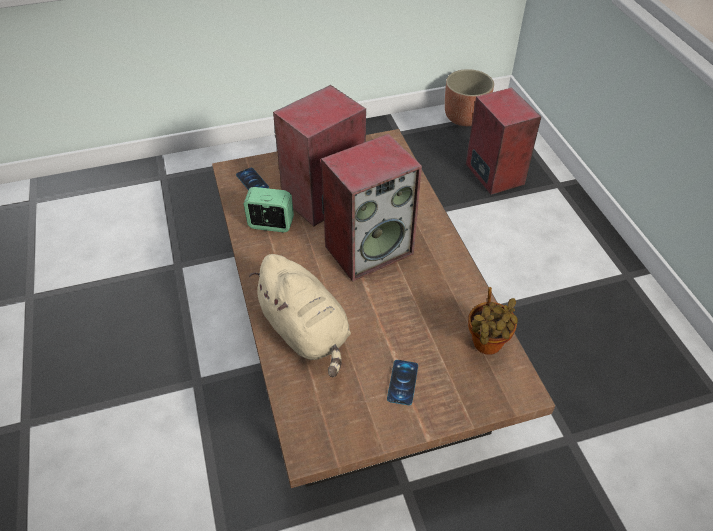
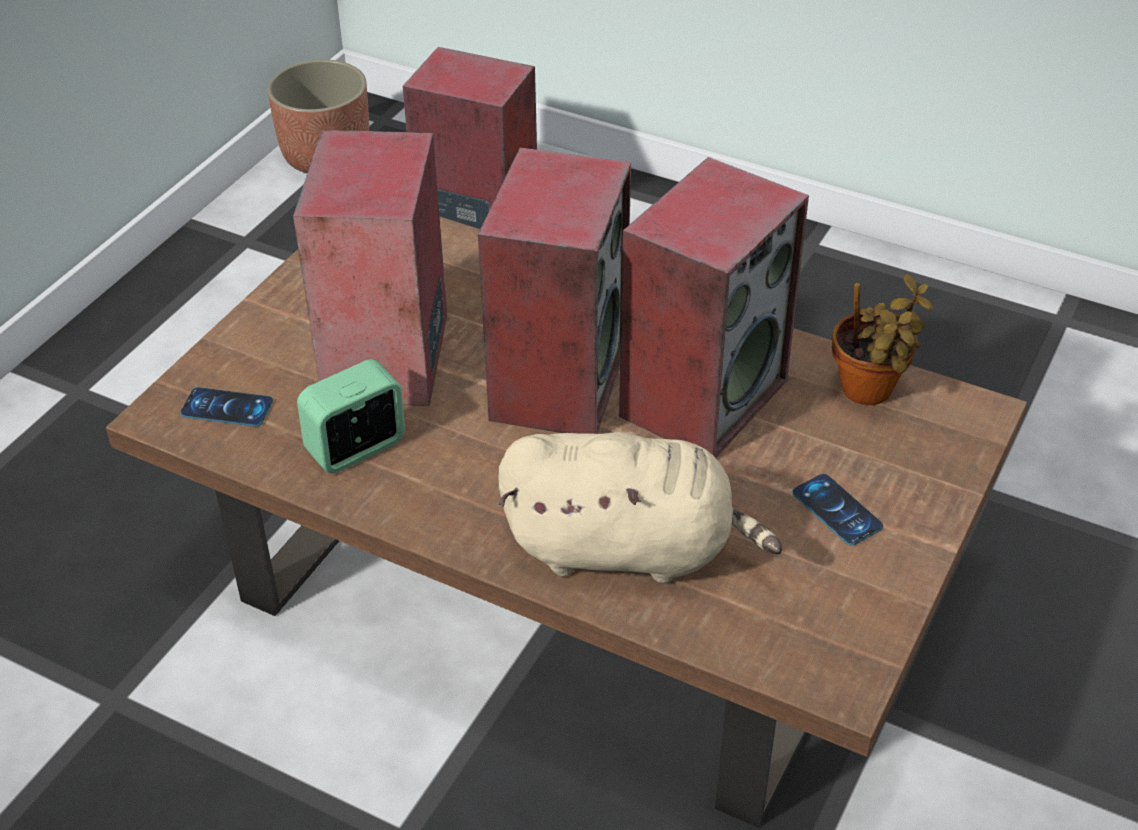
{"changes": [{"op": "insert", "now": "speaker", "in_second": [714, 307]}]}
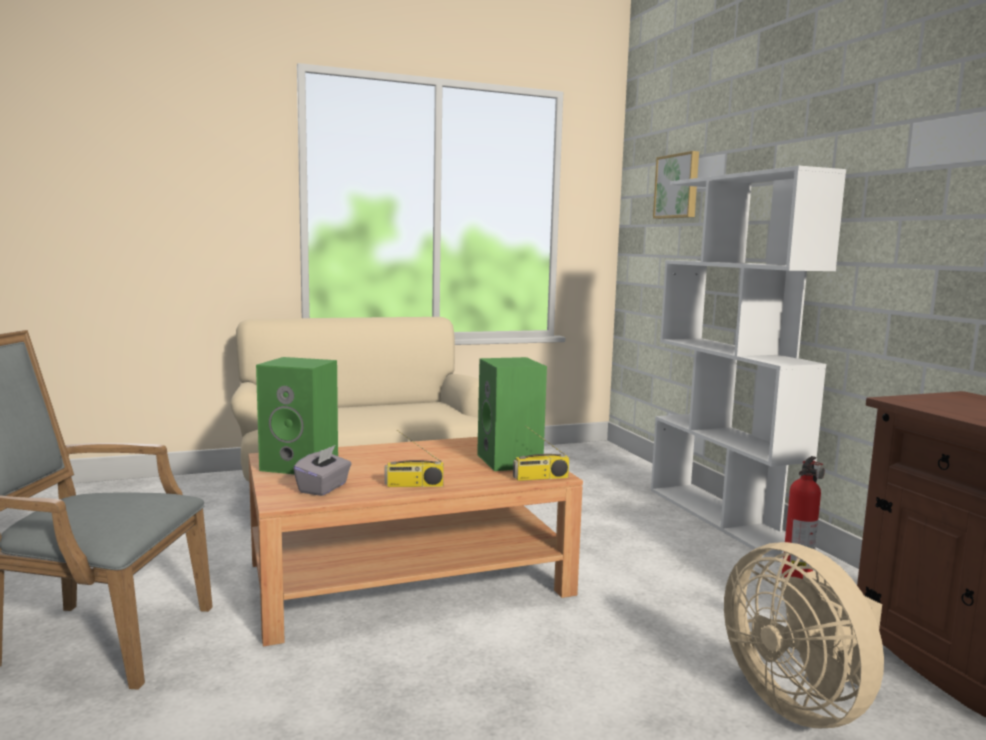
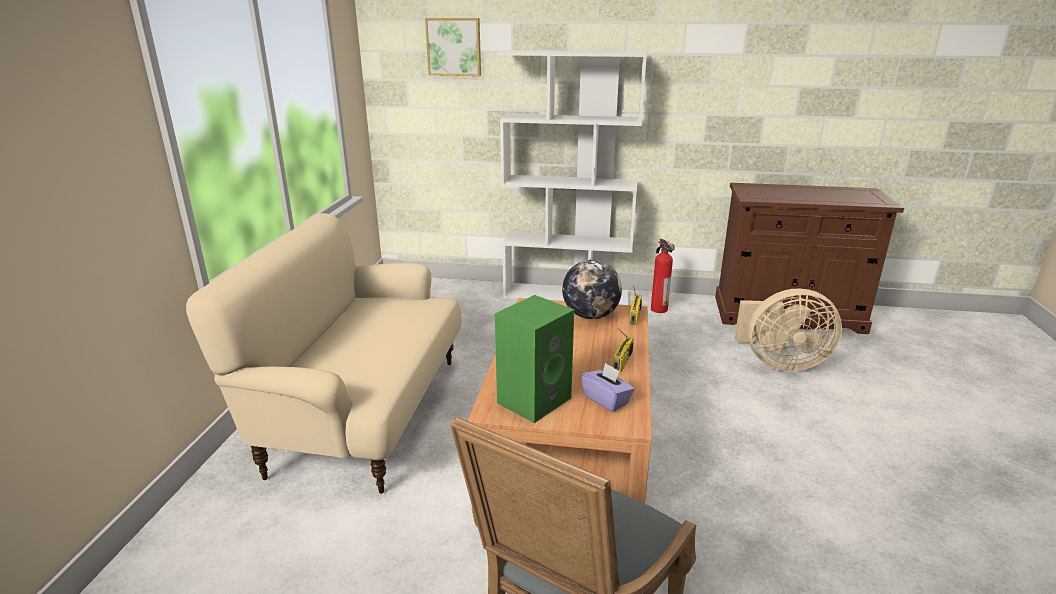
{"changes": [{"op": "replace", "was": "speaker (green)", "now": "globe", "in_first": [512, 414], "in_second": [592, 289]}, {"op": "recolor", "was": "tissue box (grey)", "now": "tissue box (purple)", "in_first": [322, 470], "in_second": [608, 387]}]}
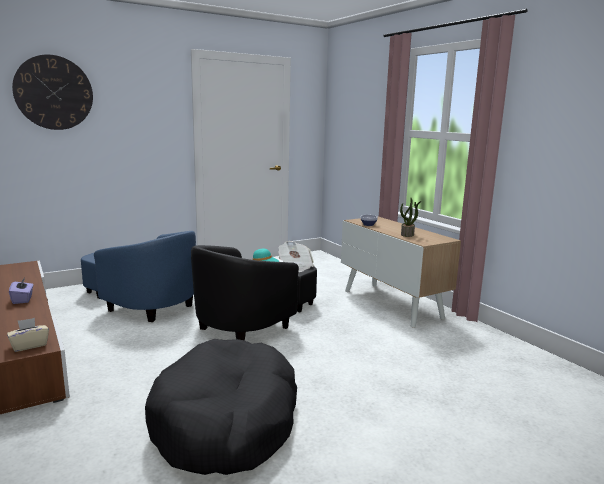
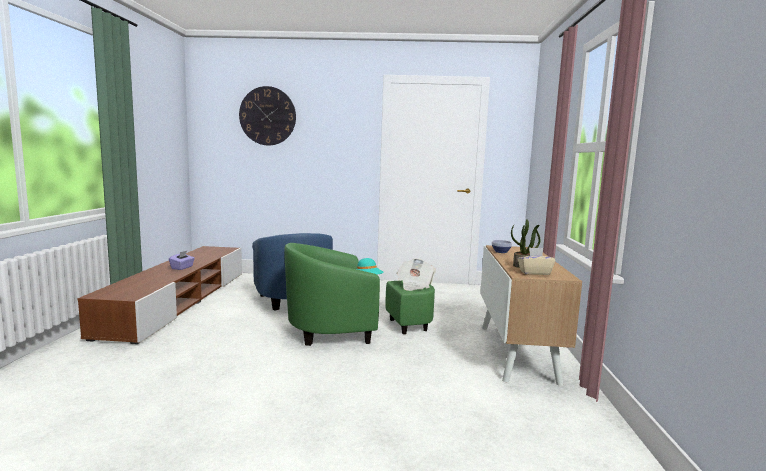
{"changes": [{"op": "delete", "was": "dog bed (black)", "in_first": [221, 407]}, {"op": "move", "was": "tissue box (beige)", "in_first": [28, 335], "in_second": [537, 261]}, {"op": "recolor", "was": "armchair (black)", "now": "armchair (green)", "in_first": [254, 292], "in_second": [359, 294]}]}
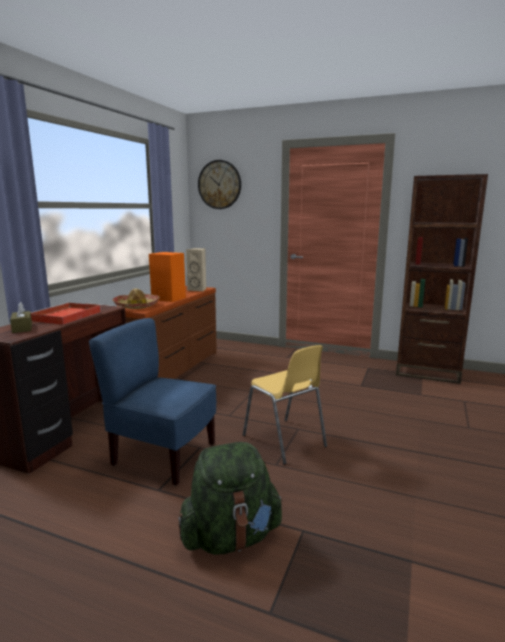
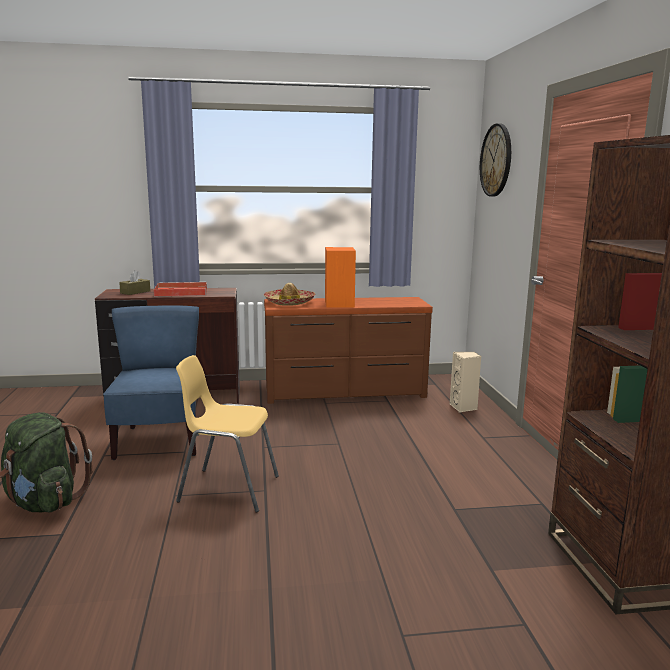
{"changes": [{"op": "move", "was": "speaker (beige)", "in_first": [196, 269], "in_second": [465, 382]}, {"op": "rotate", "was": "chair (yellow)", "in_first": [285, 405], "in_second": [227, 434], "clockwise": 75}]}
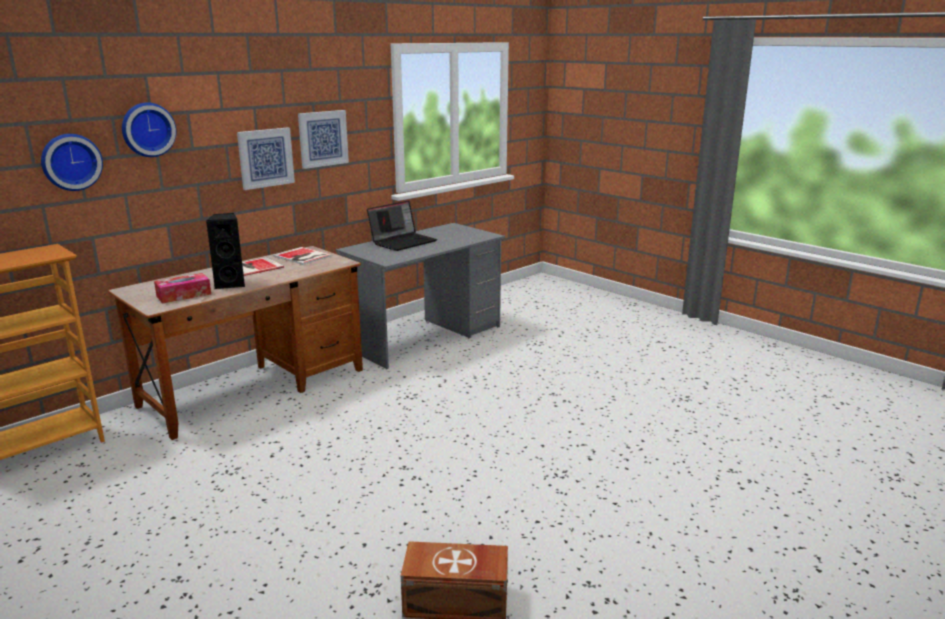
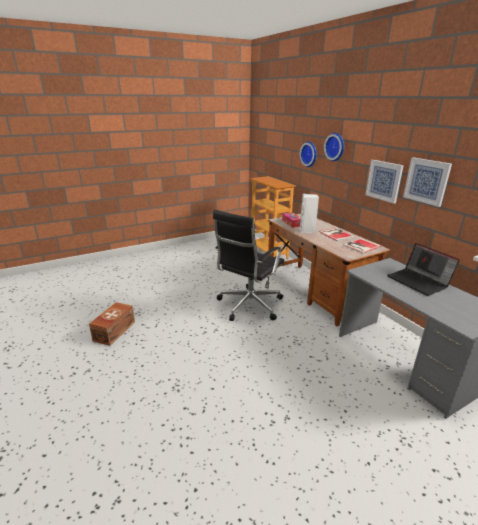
{"changes": [{"op": "insert", "now": "office chair (black)", "in_second": [248, 265]}, {"op": "recolor", "was": "speaker (black)", "now": "speaker (white)", "in_first": [225, 251], "in_second": [309, 213]}]}
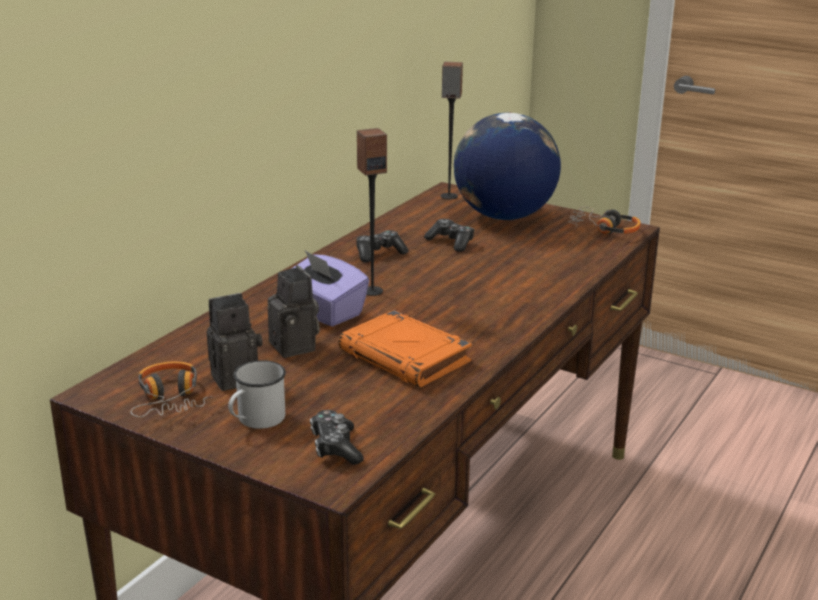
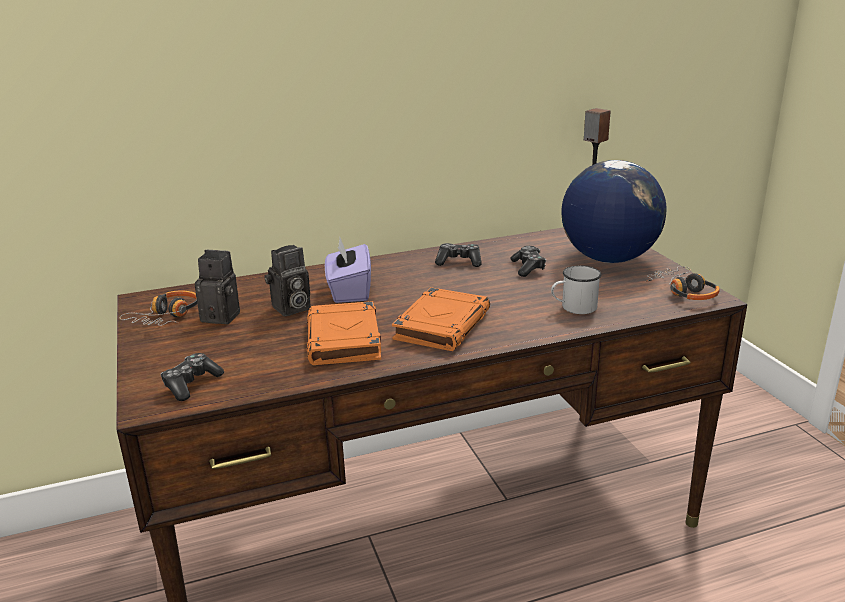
{"changes": [{"op": "delete", "was": "speaker", "in_first": [372, 212]}, {"op": "insert", "now": "book (orange)", "in_second": [441, 319]}, {"op": "move", "was": "mug (white)", "in_first": [257, 394], "in_second": [576, 289]}, {"op": "rotate", "was": "photo camera", "in_first": [294, 311], "in_second": [287, 280], "clockwise": 45}]}
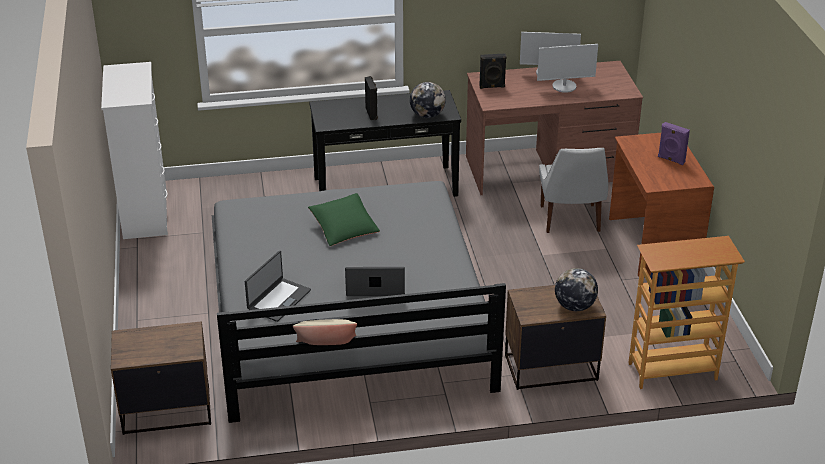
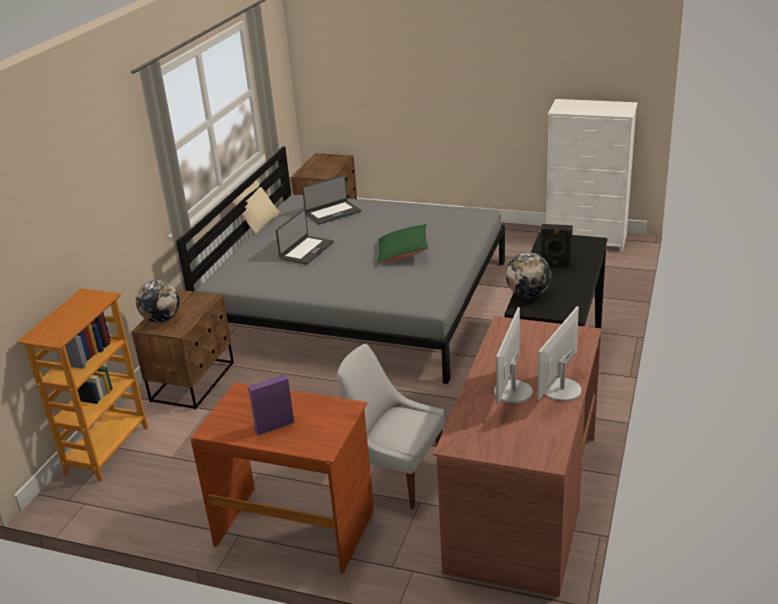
{"changes": [{"op": "delete", "was": "speaker (black)", "in_first": [493, 71]}, {"op": "rotate", "was": "laptop", "in_first": [278, 286], "in_second": [331, 200], "clockwise": -90}]}
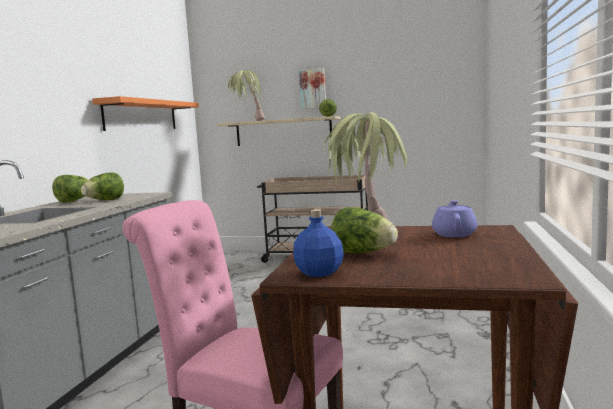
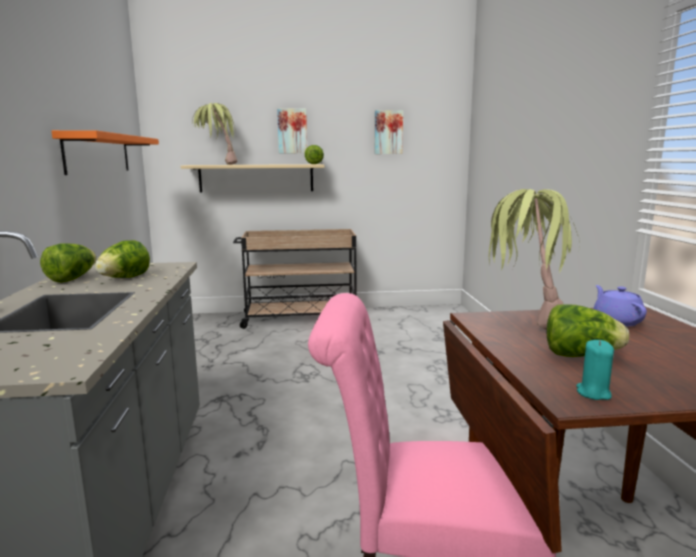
{"changes": [{"op": "insert", "now": "picture", "in_second": [389, 132]}, {"op": "replace", "was": "bottle (blue)", "now": "candle (turquoise)", "in_first": [318, 243], "in_second": [595, 370]}]}
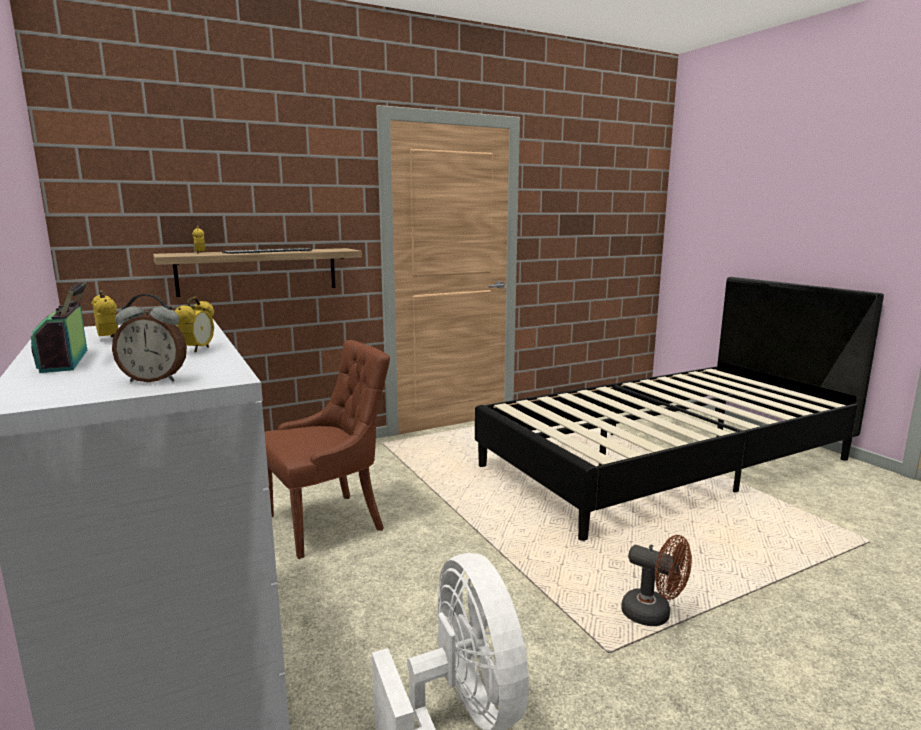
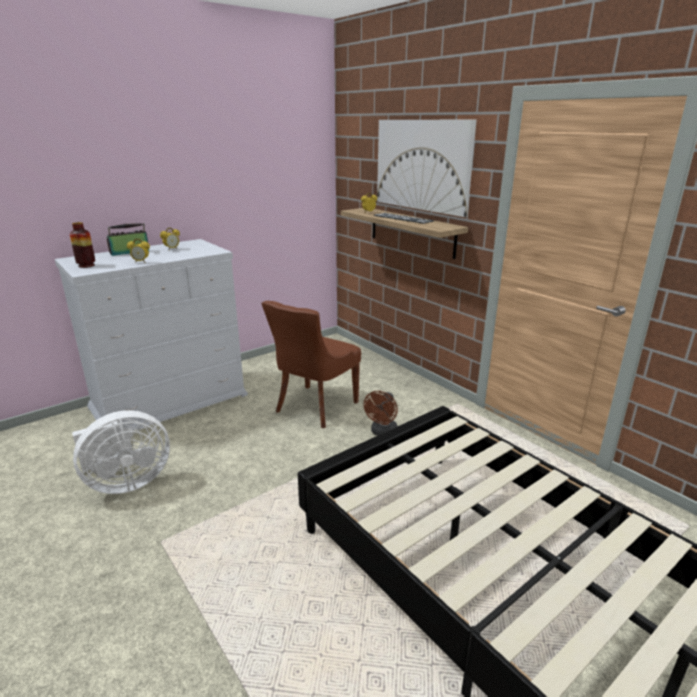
{"changes": [{"op": "insert", "now": "picture", "in_second": [427, 168]}, {"op": "move", "was": "fan (brown)", "in_first": [656, 580], "in_second": [380, 413]}, {"op": "replace", "was": "alarm clock", "now": "vase", "in_first": [149, 338], "in_second": [82, 245]}, {"op": "rotate", "was": "chair (brown)", "in_first": [327, 449], "in_second": [311, 364], "clockwise": 75}]}
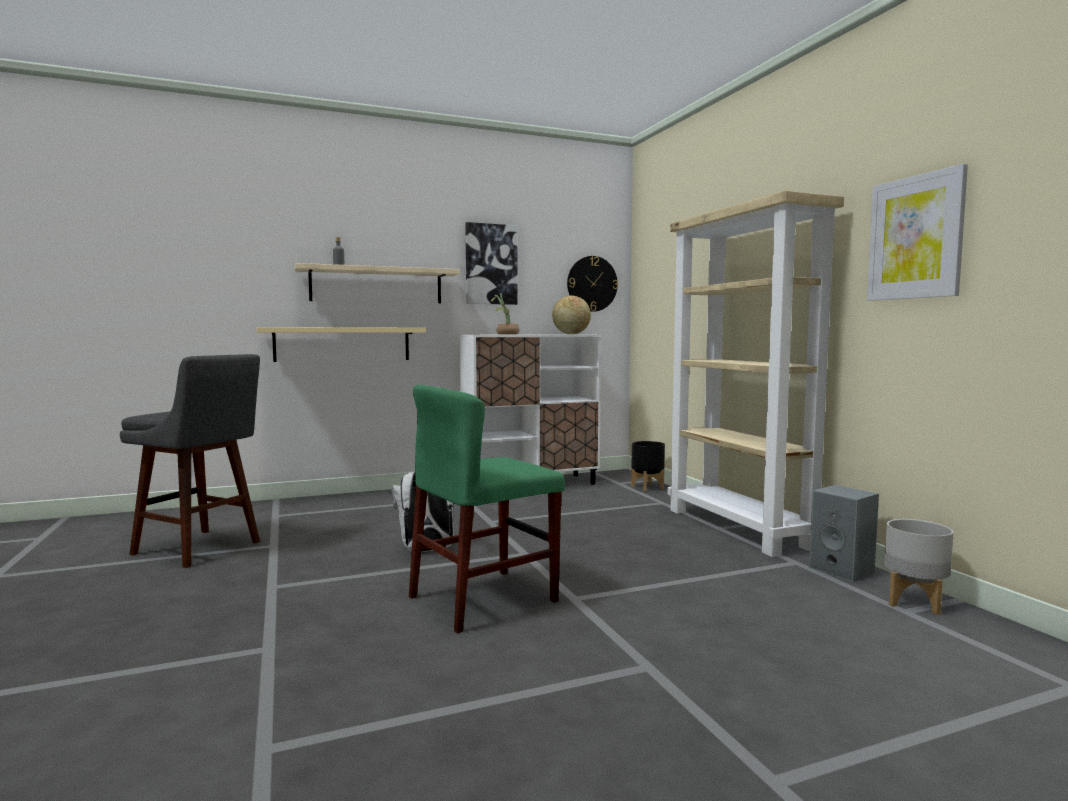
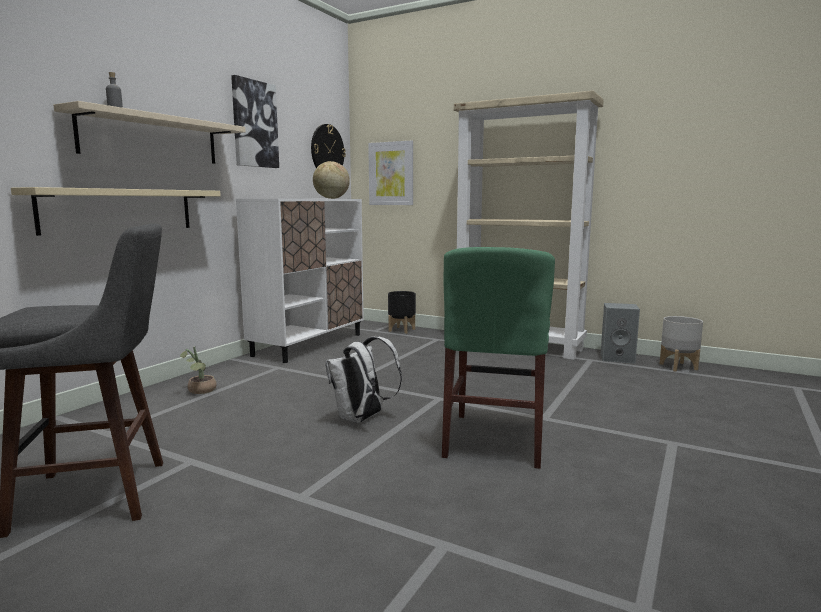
{"changes": [{"op": "move", "was": "potted plant", "in_first": [505, 313], "in_second": [198, 370]}, {"op": "move", "was": "picture", "in_first": [917, 232], "in_second": [390, 173]}]}
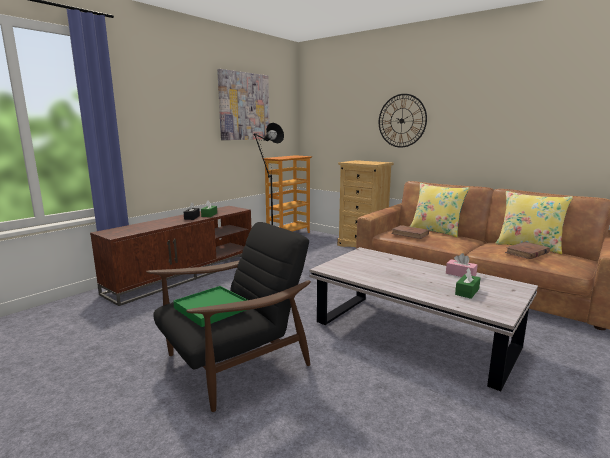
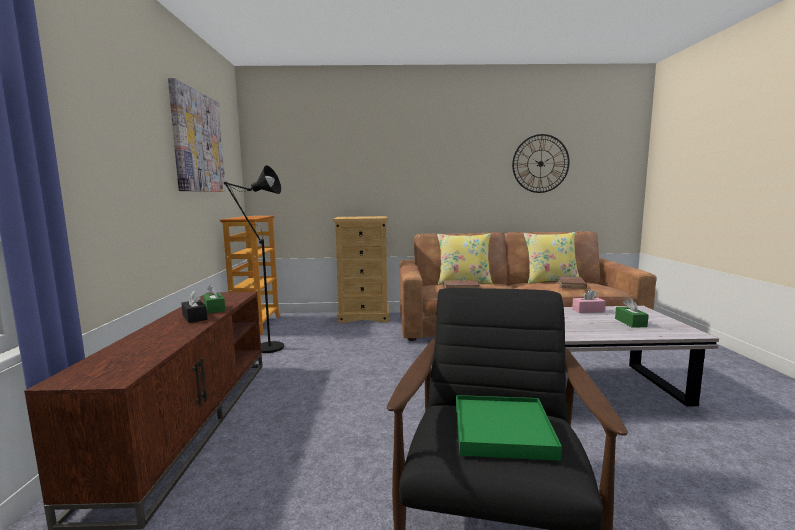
{"changes": [{"op": "move", "was": "wall clock", "in_first": [403, 121], "in_second": [541, 163]}]}
